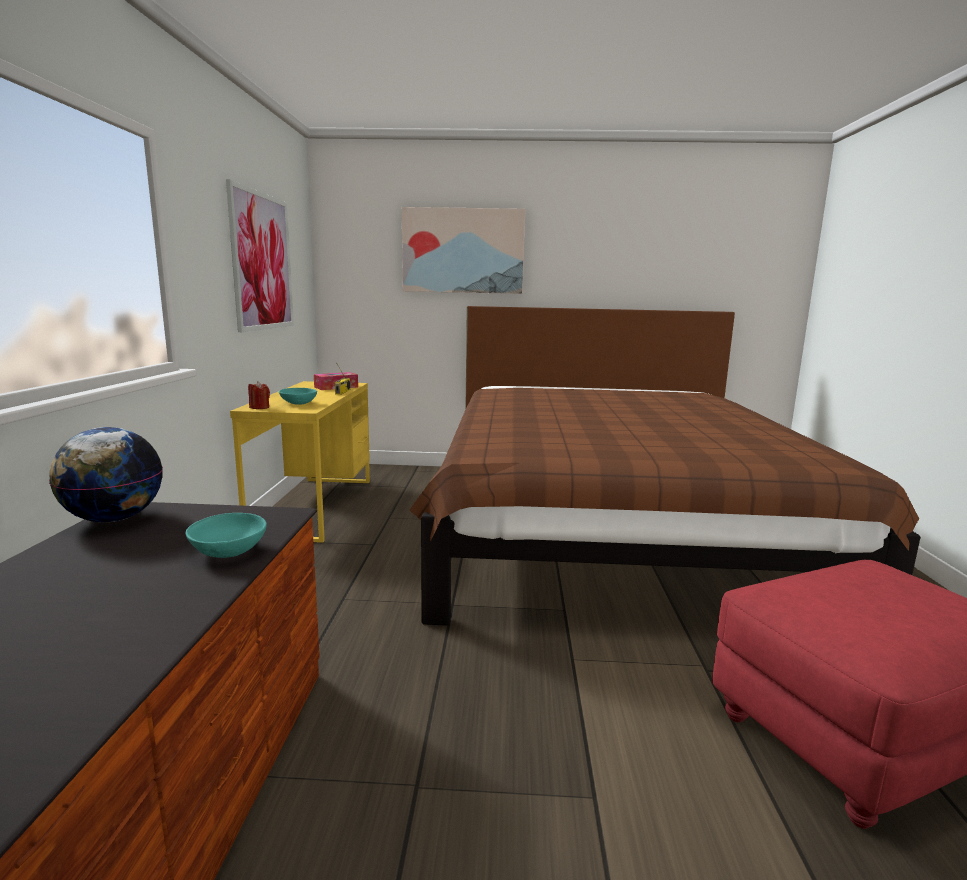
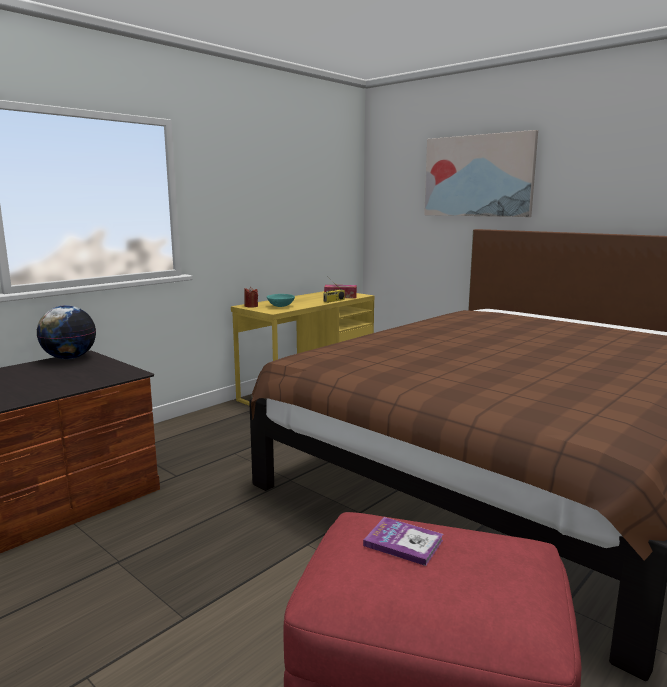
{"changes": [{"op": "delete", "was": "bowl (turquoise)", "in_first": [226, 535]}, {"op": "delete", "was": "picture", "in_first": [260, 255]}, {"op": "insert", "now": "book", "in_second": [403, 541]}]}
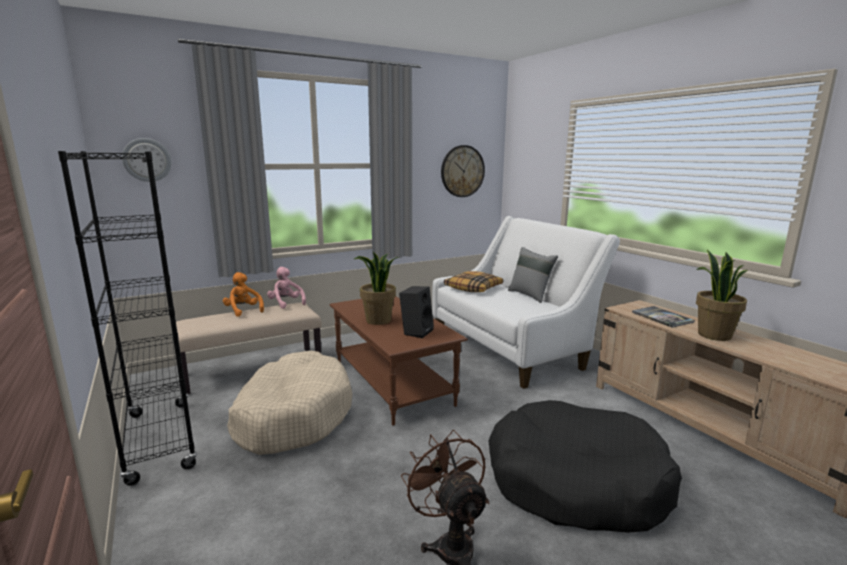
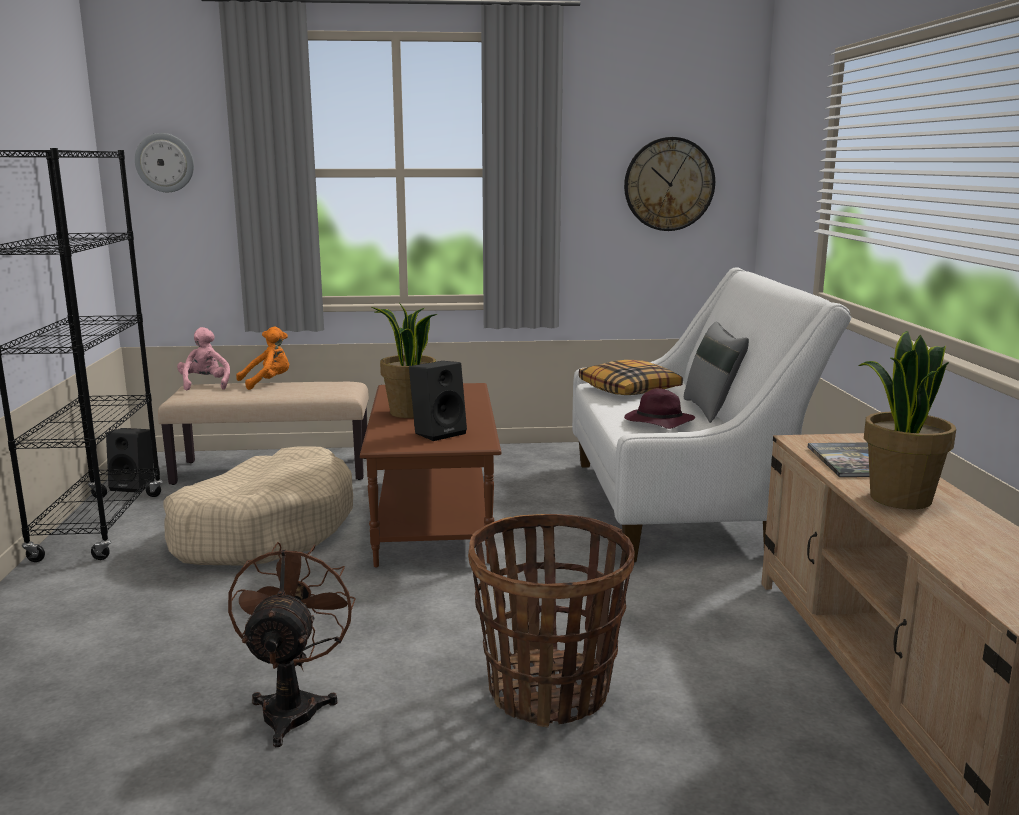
{"changes": [{"op": "insert", "now": "speaker (black)", "in_second": [130, 460]}, {"op": "insert", "now": "hat (purple)", "in_second": [659, 408]}, {"op": "move", "was": "plush toy (pink)", "in_first": [286, 288], "in_second": [203, 358]}, {"op": "replace", "was": "dog bed (black)", "now": "basket", "in_first": [585, 466], "in_second": [551, 620]}, {"op": "rotate", "was": "plush toy (orange)", "in_first": [243, 294], "in_second": [262, 358], "clockwise": 75}]}
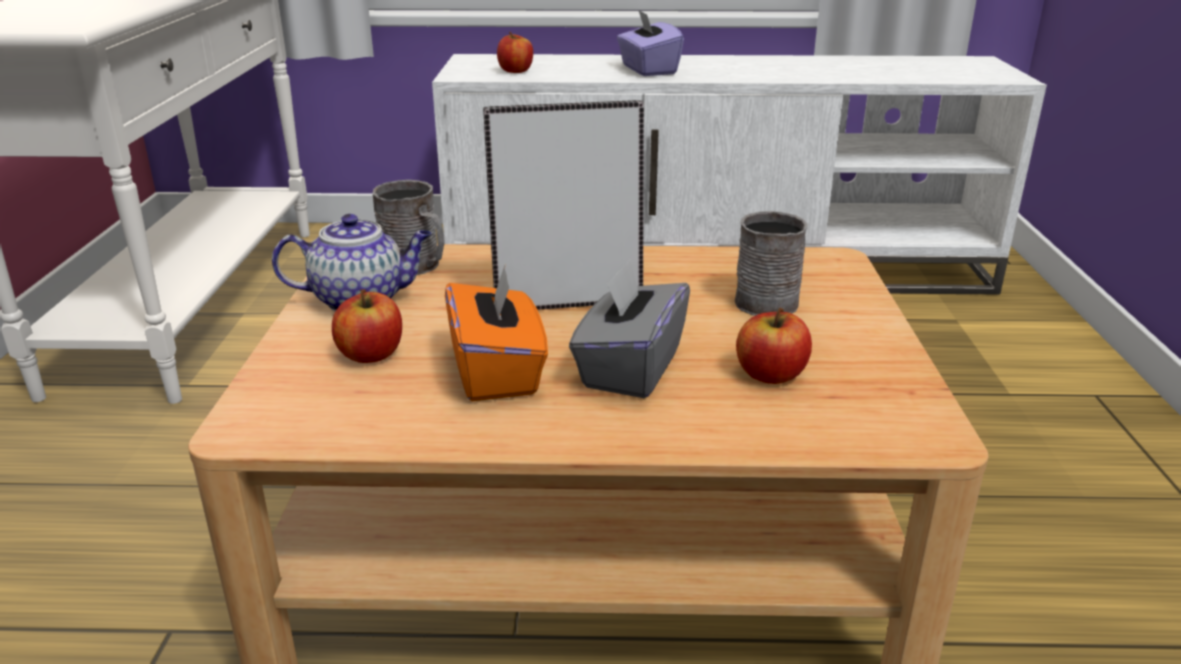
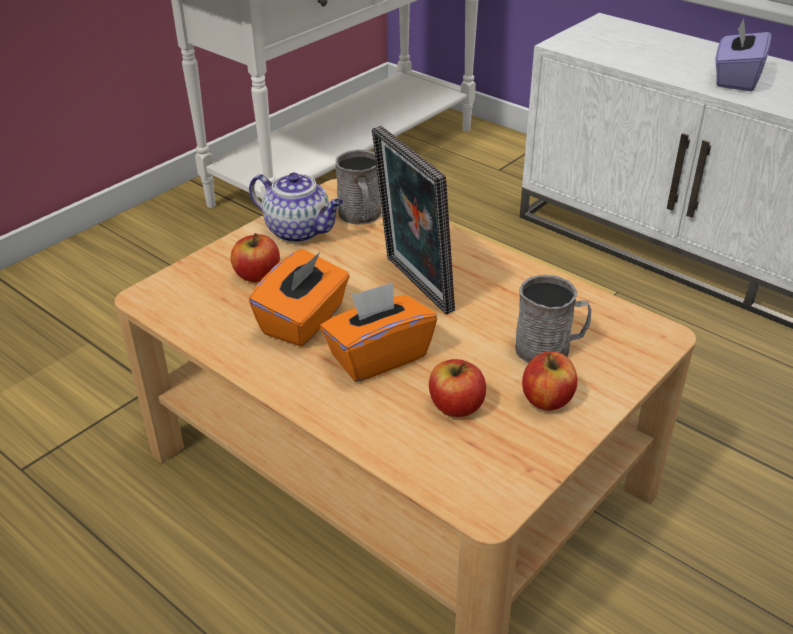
{"changes": [{"op": "move", "was": "apple", "in_first": [515, 52], "in_second": [549, 381]}, {"op": "recolor", "was": "tissue box (grey)", "now": "tissue box (orange)", "in_first": [629, 329], "in_second": [378, 332]}, {"op": "rotate", "was": "picture frame", "in_first": [563, 205], "in_second": [413, 220], "clockwise": -150}]}
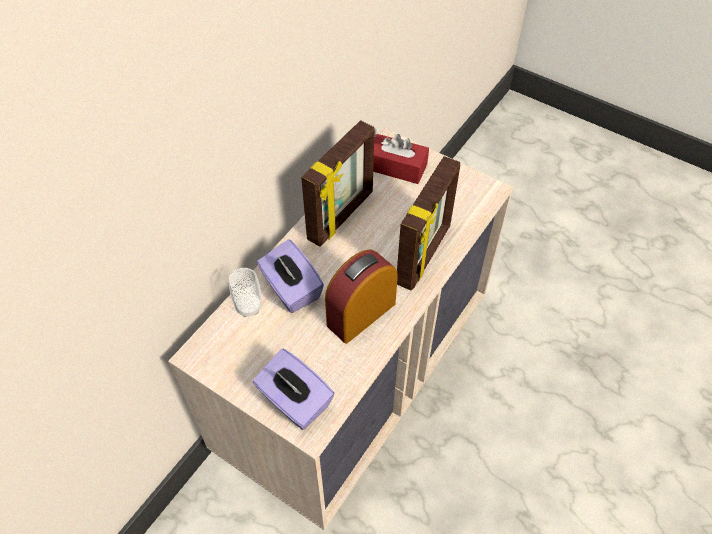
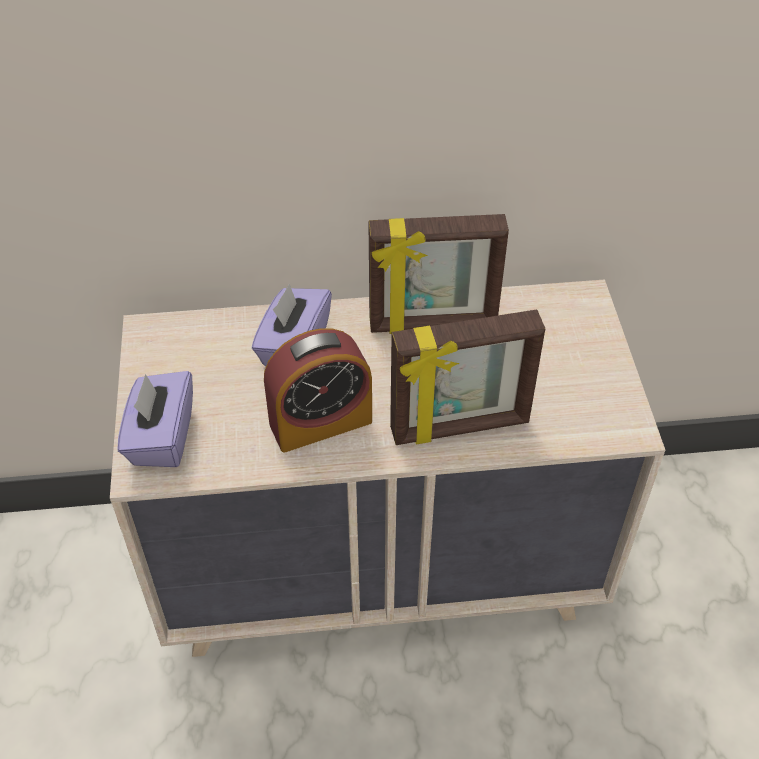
{"changes": [{"op": "delete", "was": "cup", "in_first": [245, 292]}, {"op": "delete", "was": "tissue box (red)", "in_first": [401, 159]}, {"op": "rotate", "was": "alarm clock", "in_first": [361, 297], "in_second": [318, 390], "clockwise": 150}]}
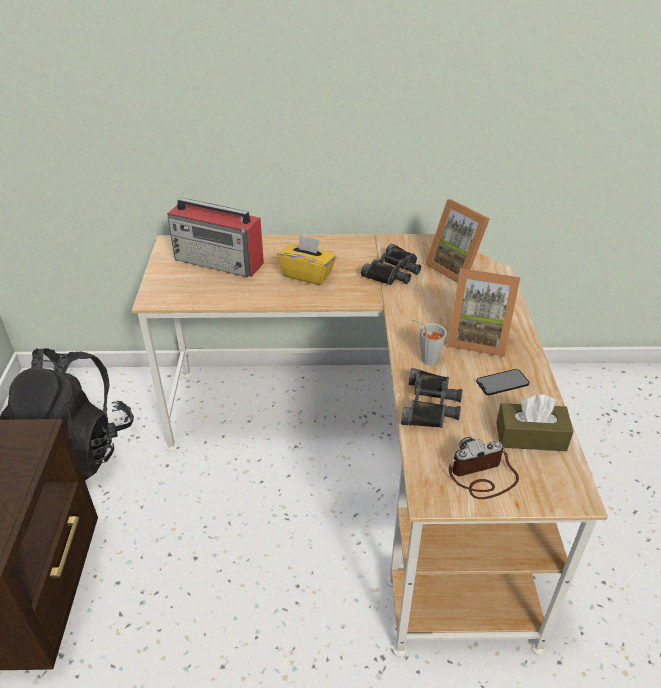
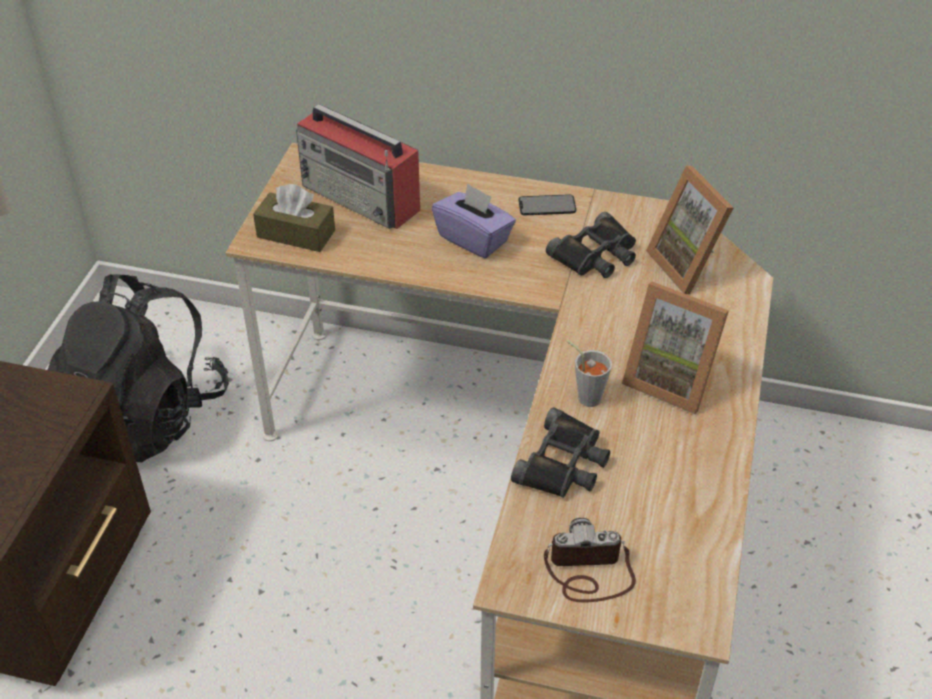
{"changes": [{"op": "move", "was": "phone", "in_first": [502, 382], "in_second": [547, 204]}, {"op": "move", "was": "tissue box (brown)", "in_first": [534, 423], "in_second": [294, 218]}, {"op": "recolor", "was": "tissue box (yellow)", "now": "tissue box (purple)", "in_first": [307, 260], "in_second": [474, 220]}]}
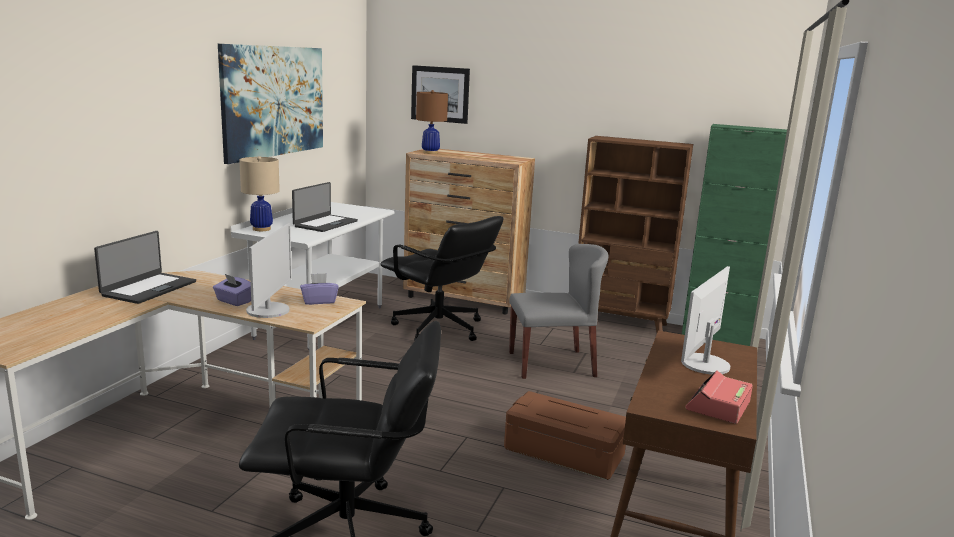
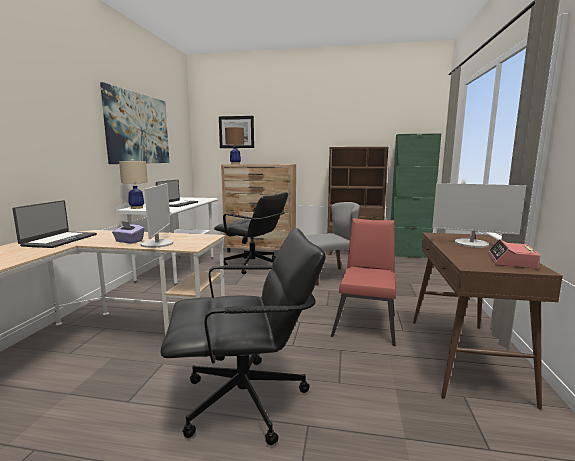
{"changes": [{"op": "delete", "was": "tissue box (purple)", "in_first": [319, 289]}, {"op": "replace", "was": "storage box (brown)", "now": "chair (red)", "in_first": [565, 435], "in_second": [363, 282]}, {"op": "rotate", "was": "monitor", "in_first": [705, 320], "in_second": [479, 215], "clockwise": -90}]}
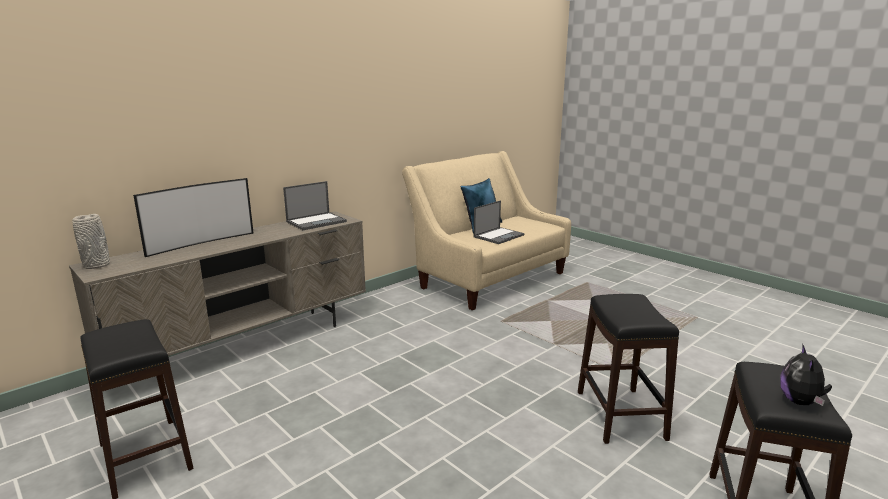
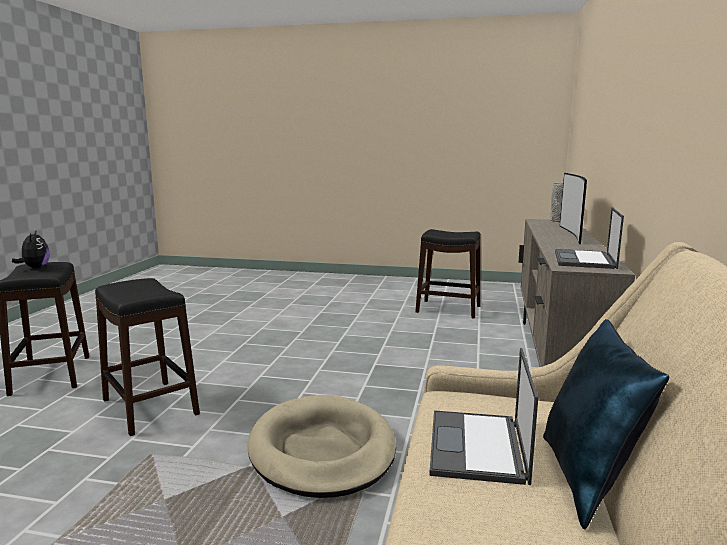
{"changes": [{"op": "insert", "now": "dog bed (beige)", "in_second": [321, 446]}]}
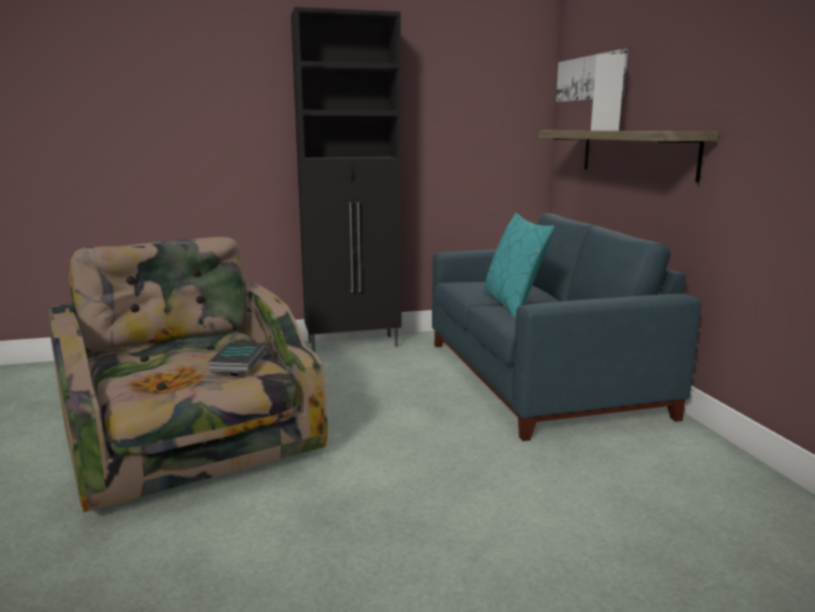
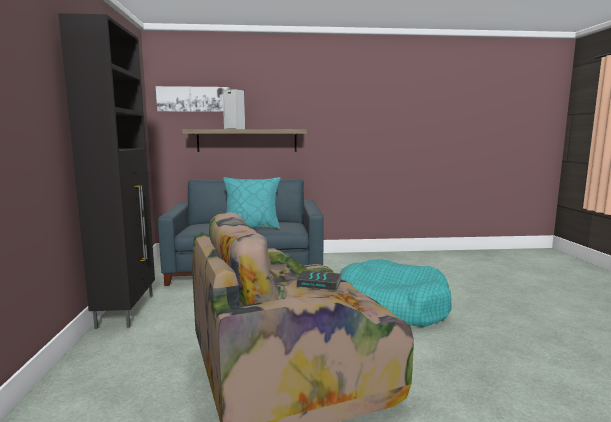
{"changes": [{"op": "insert", "now": "dog bed (turquoise)", "in_second": [396, 293]}]}
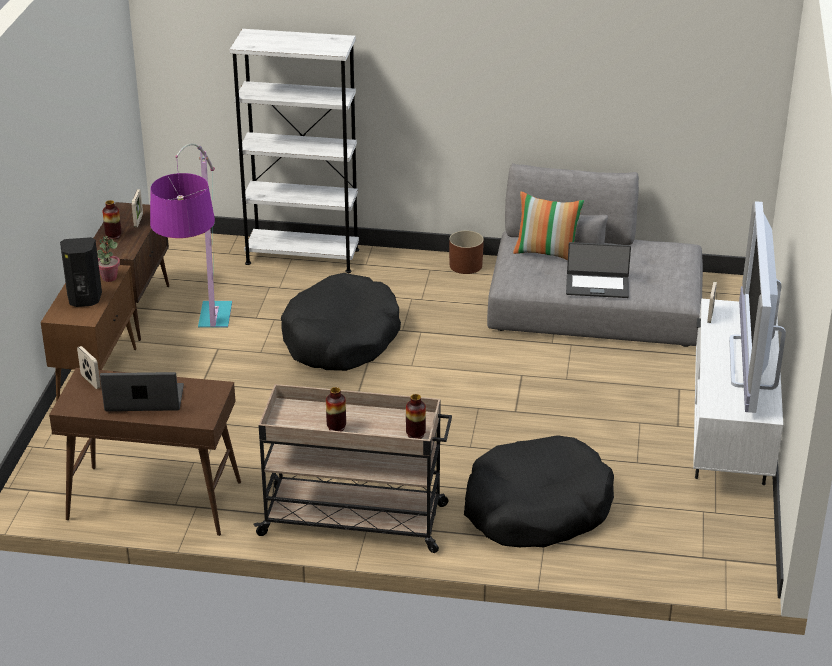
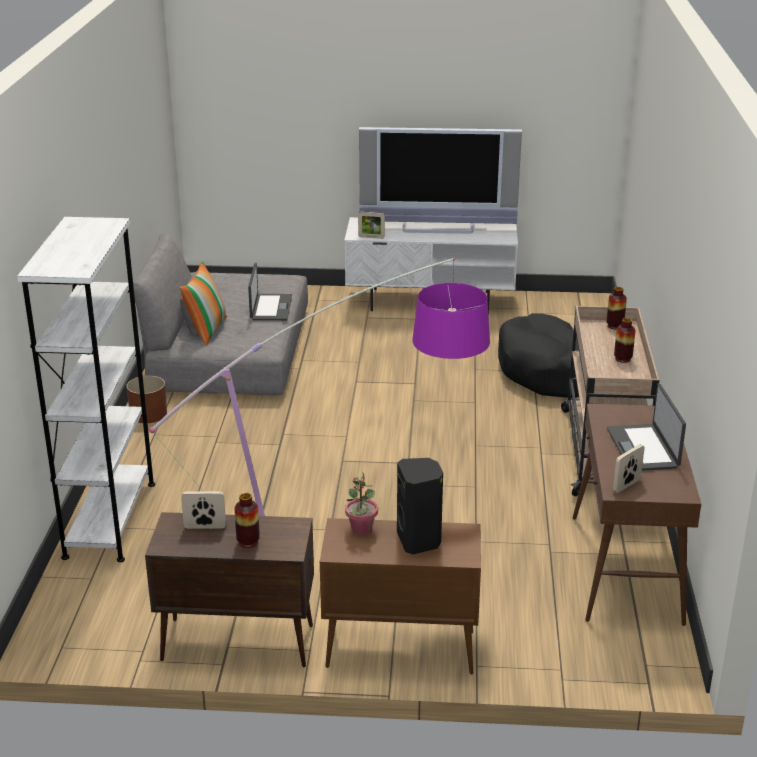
{"changes": [{"op": "delete", "was": "dog bed (black)", "in_first": [341, 322]}]}
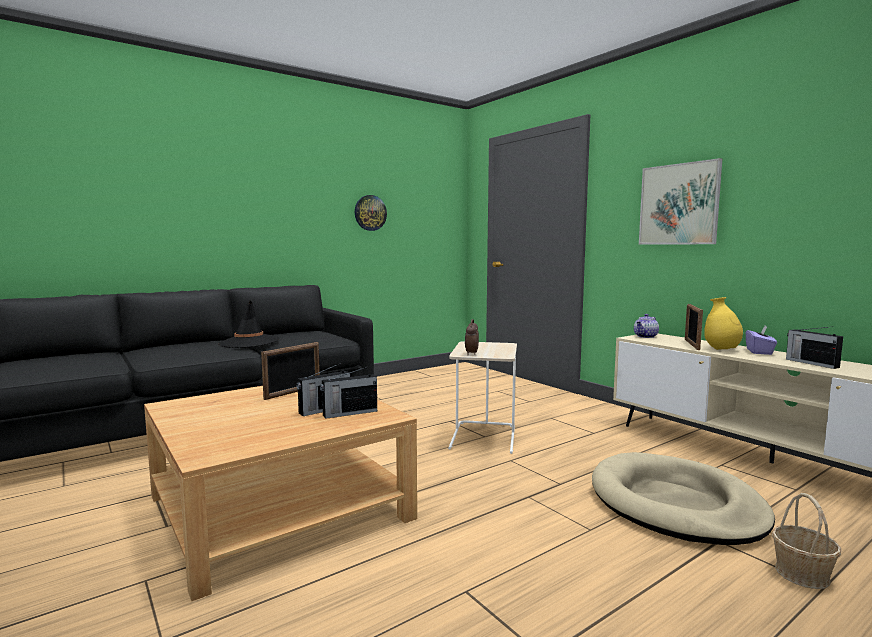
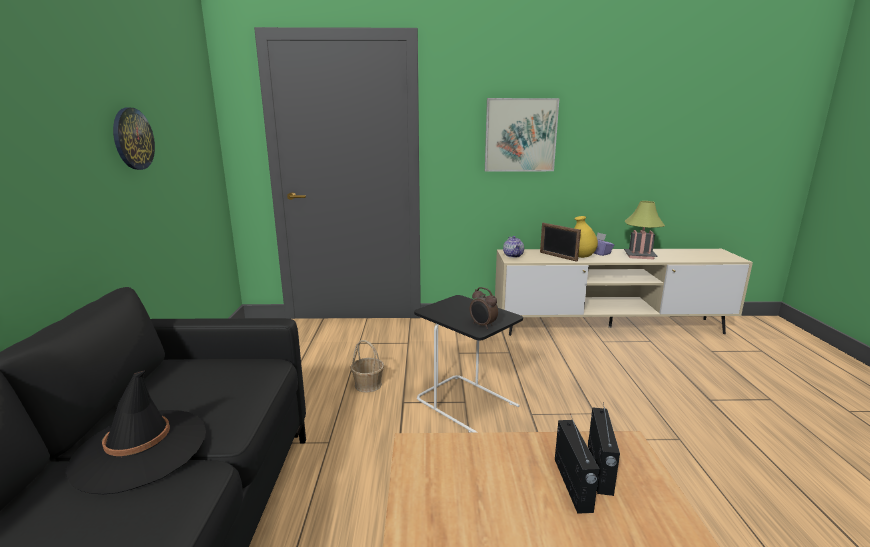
{"changes": [{"op": "delete", "was": "picture frame", "in_first": [290, 371]}, {"op": "delete", "was": "dog bed (beige)", "in_first": [683, 498]}, {"op": "move", "was": "basket", "in_first": [806, 541], "in_second": [367, 366]}, {"op": "replace", "was": "radio", "now": "table lamp", "in_first": [814, 348], "in_second": [644, 230]}, {"op": "recolor", "was": "side table (beige)", "now": "side table (black)", "in_first": [482, 397], "in_second": [468, 364]}]}
